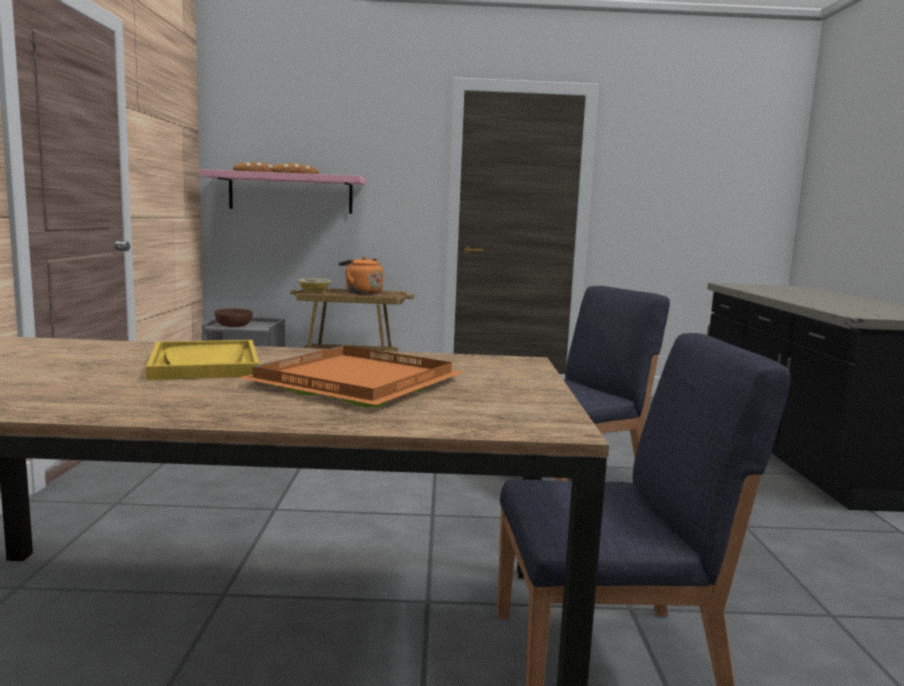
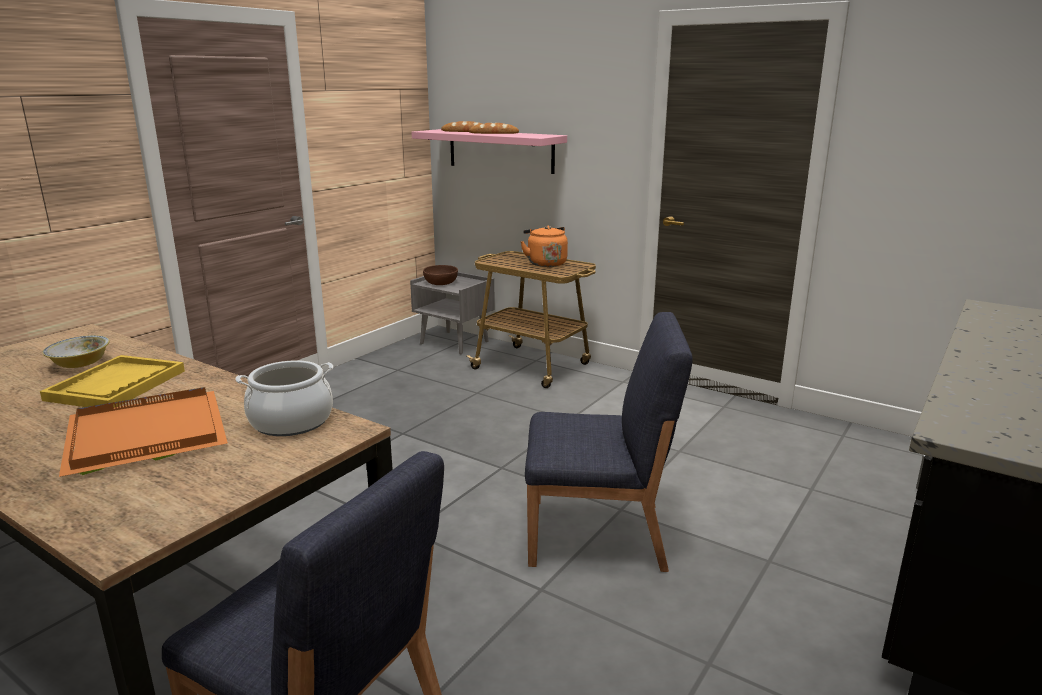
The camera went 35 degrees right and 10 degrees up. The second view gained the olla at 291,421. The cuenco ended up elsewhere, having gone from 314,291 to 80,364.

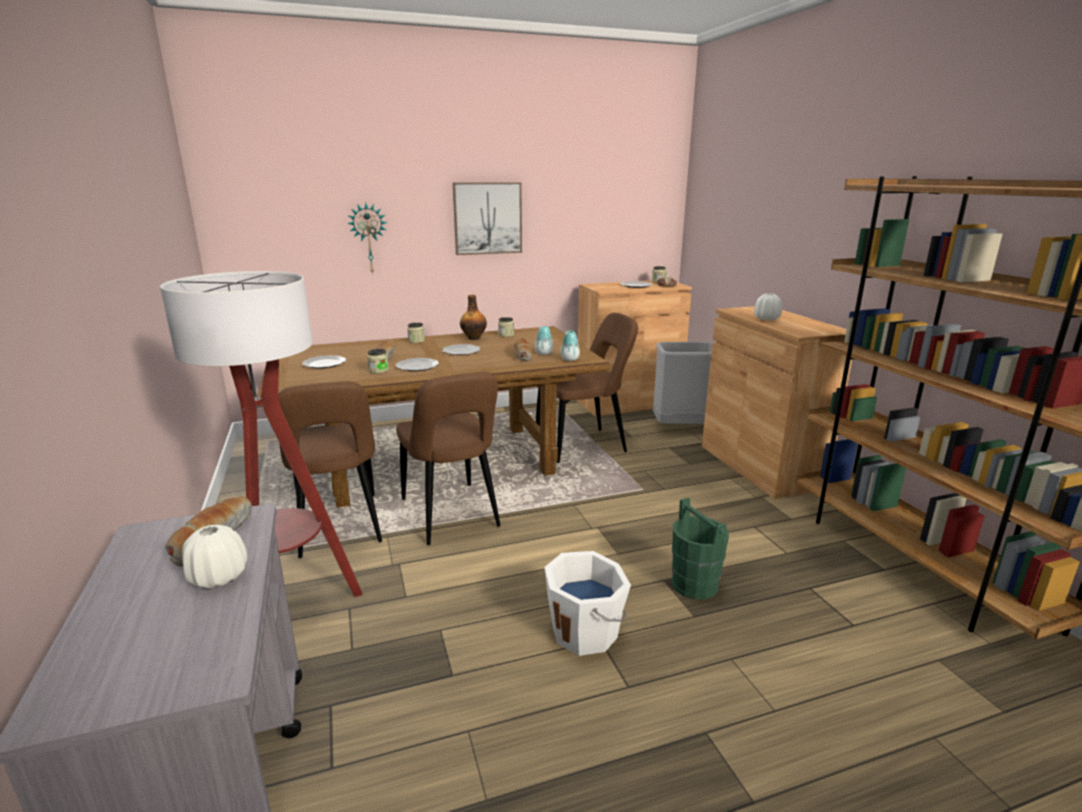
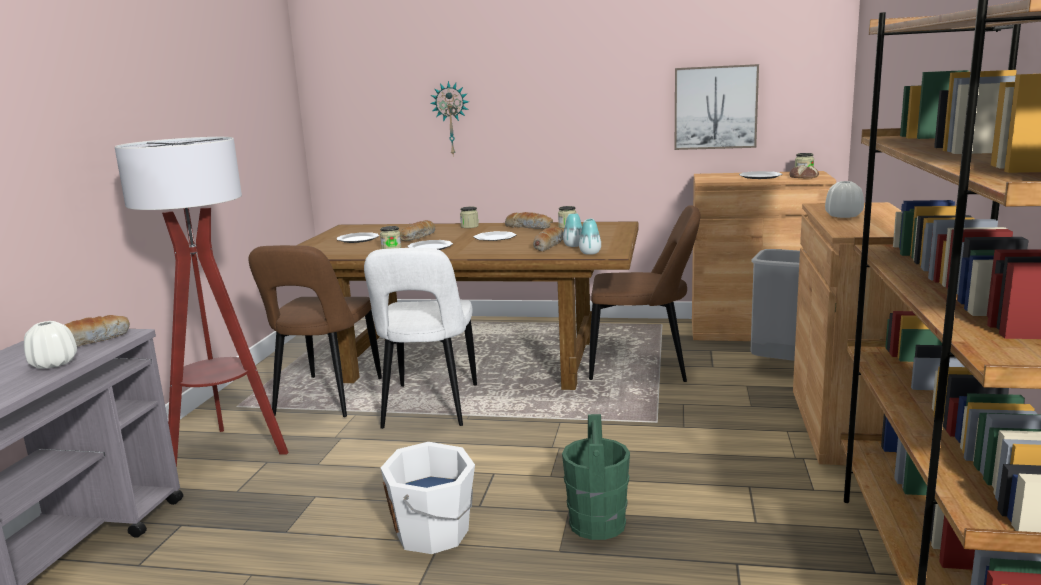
The camera went 30 degrees right and 5 degrees down. The cuadro ended up elsewhere, having gone from 487,218 to 715,107. Where the botella stood at 474,338, the pan came to stand at 529,227. What was the silla (marrón) at 451,515 turned into the silla (blanco) at 429,408.

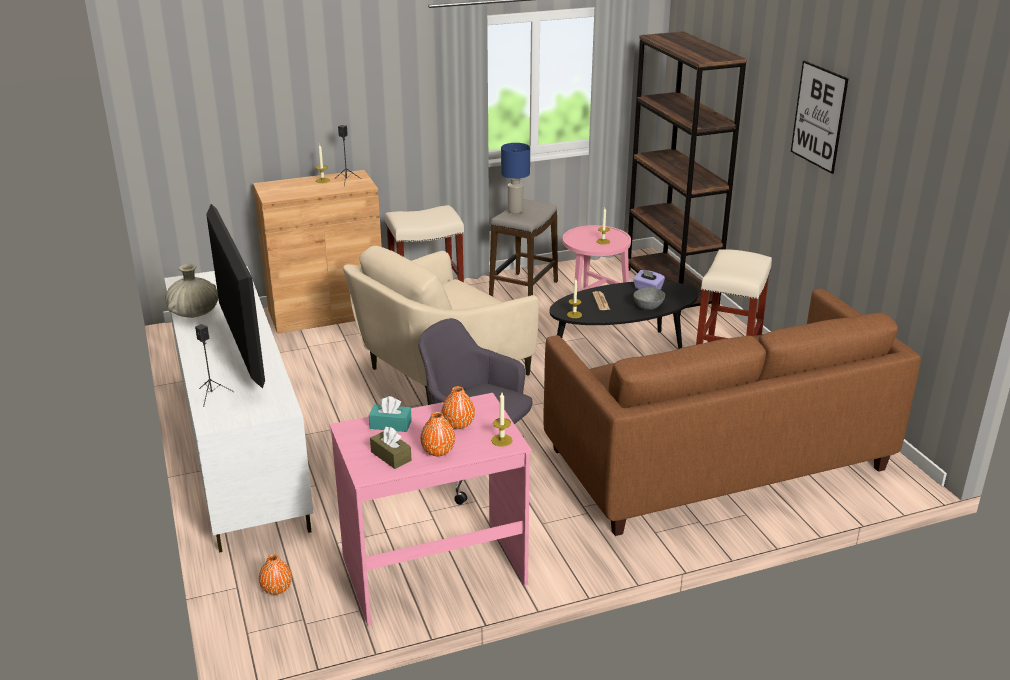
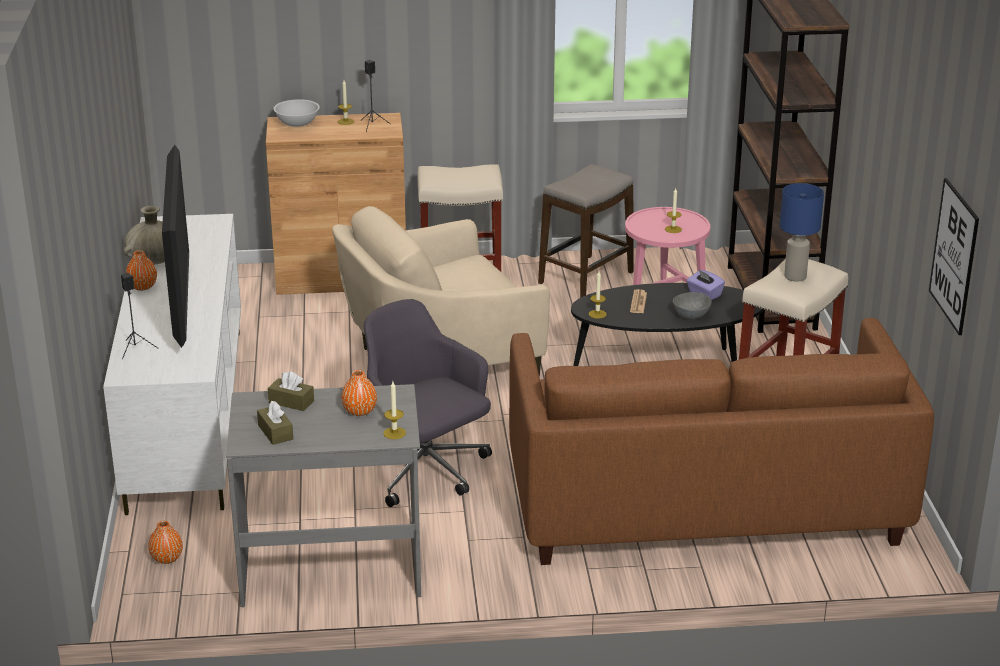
The camera went 15 degrees right and 0 degrees up. The second view gained the cuenco (blanco) at 297,123. The florero (naranja) ended up elsewhere, having gone from 438,451 to 142,287. The lámpara de mesa (azul) ended up elsewhere, having gone from 515,210 to 795,276. The cuadro ended up elsewhere, having gone from 819,116 to 954,256. What was the escritorio (rosa) at 433,569 turned into the escritorio (gris) at 331,566. What was the caja de pañuelos (turquesa) at 390,425 turned into the caja de pañuelos (marrón) at 291,402.

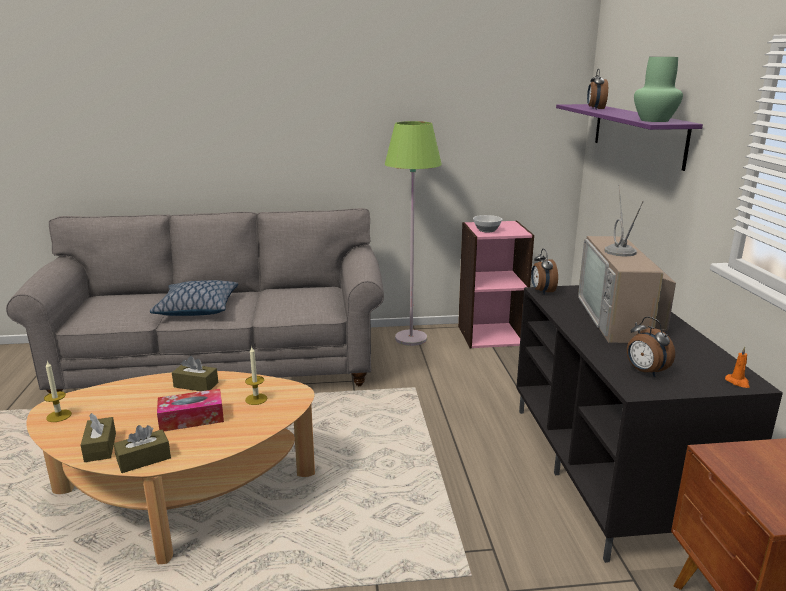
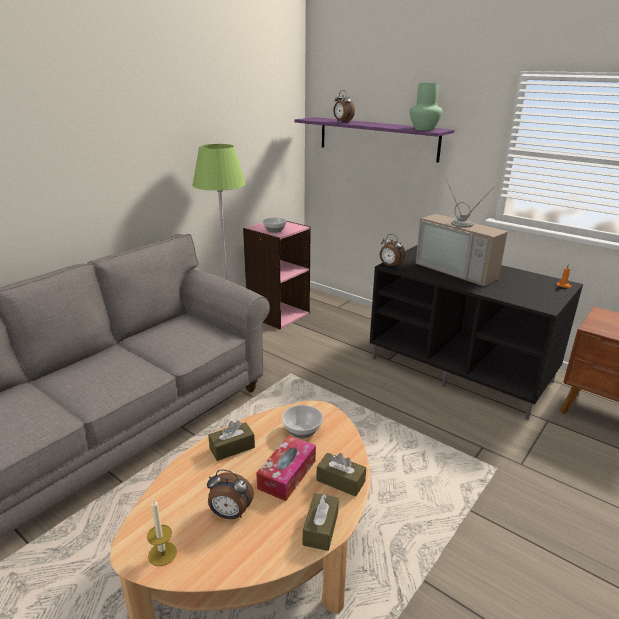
The camera went 45 degrees left and 5 degrees up. The second view lost the cojín at 197,308. The caja de pañuelos (marrón) ended up elsewhere, having gone from 100,447 to 340,481. The despertador ended up elsewhere, having gone from 645,372 to 230,514. Where the vela stood at 256,399, the cuenco came to stand at 301,430.

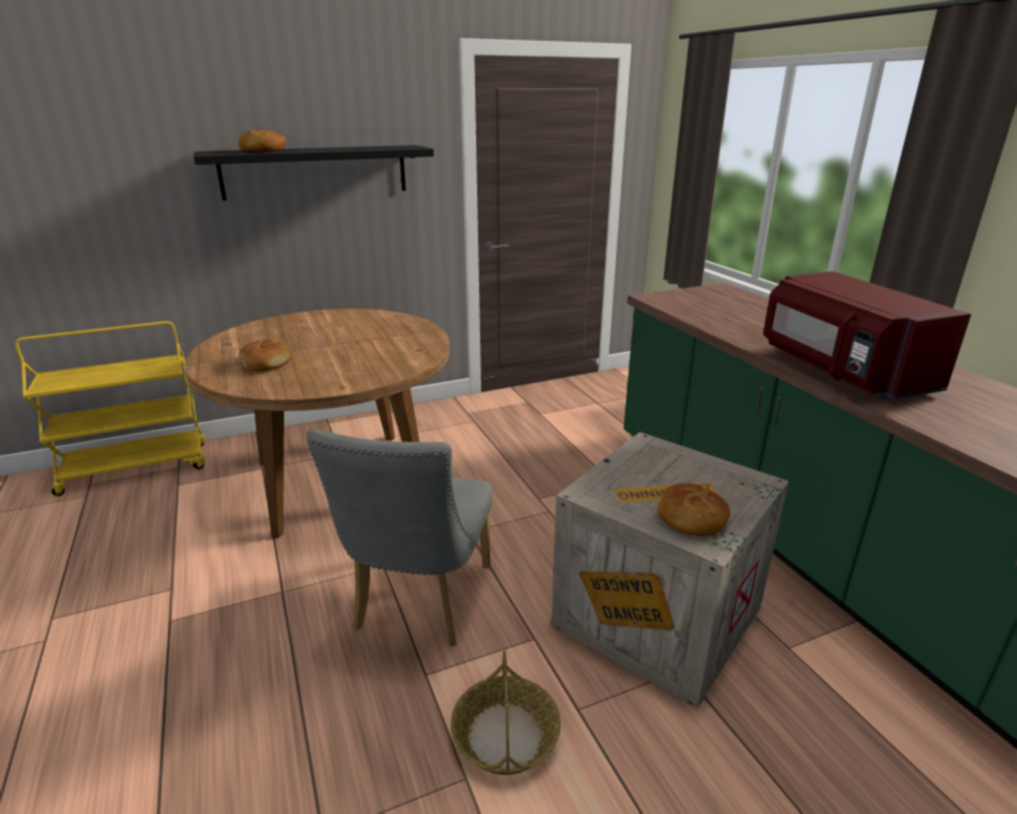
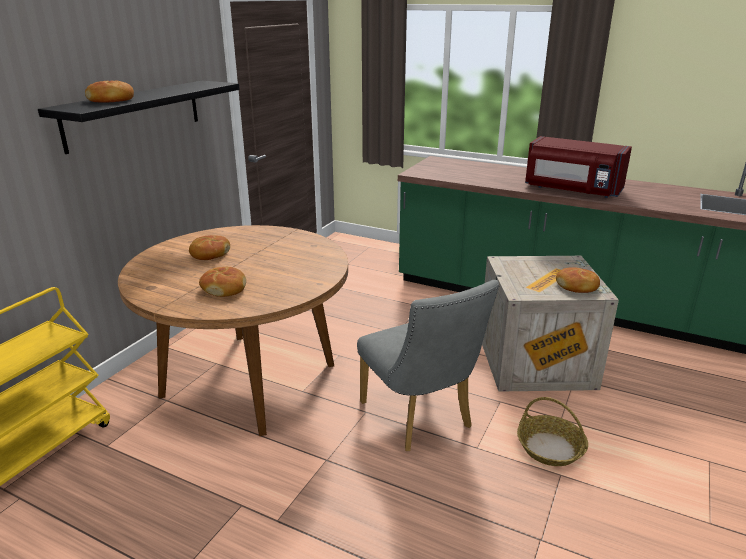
The camera went 40 degrees left and 0 degrees up. The second view gained the pan at 210,254.

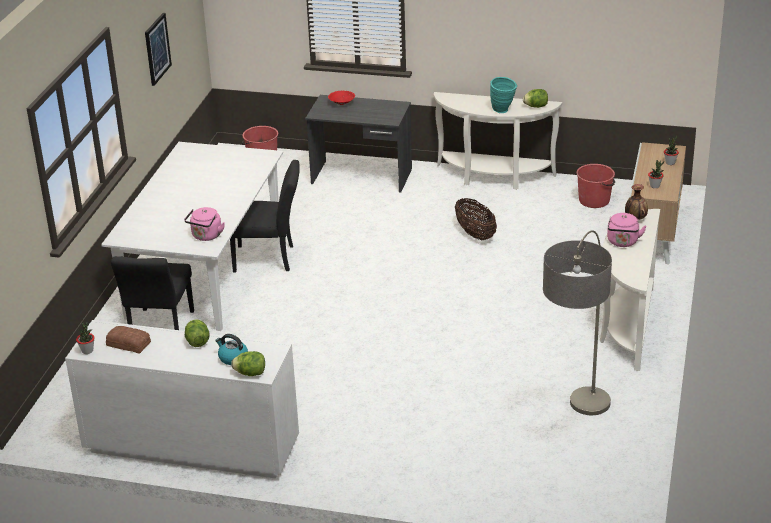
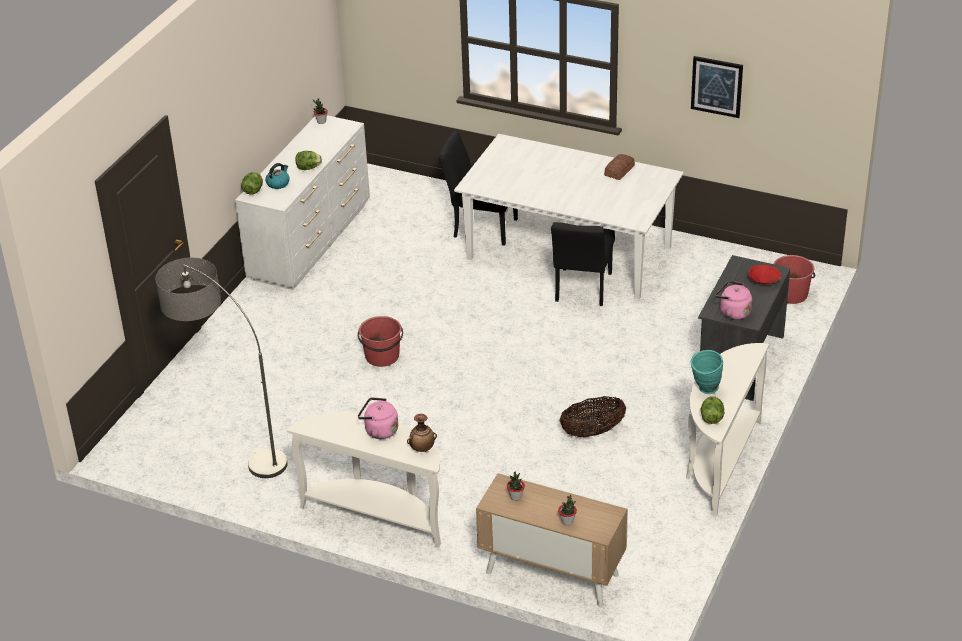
The camera went 100 degrees right and 5 degrees up. The pan ended up elsewhere, having gone from 128,343 to 620,170. The hervidor (rosa) ended up elsewhere, having gone from 206,236 to 733,312. The cubo (rojo) ended up elsewhere, having gone from 594,200 to 382,357.

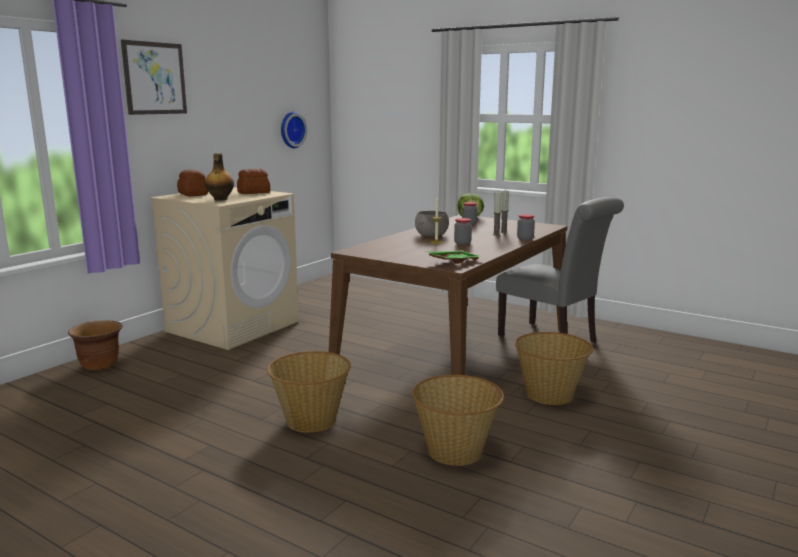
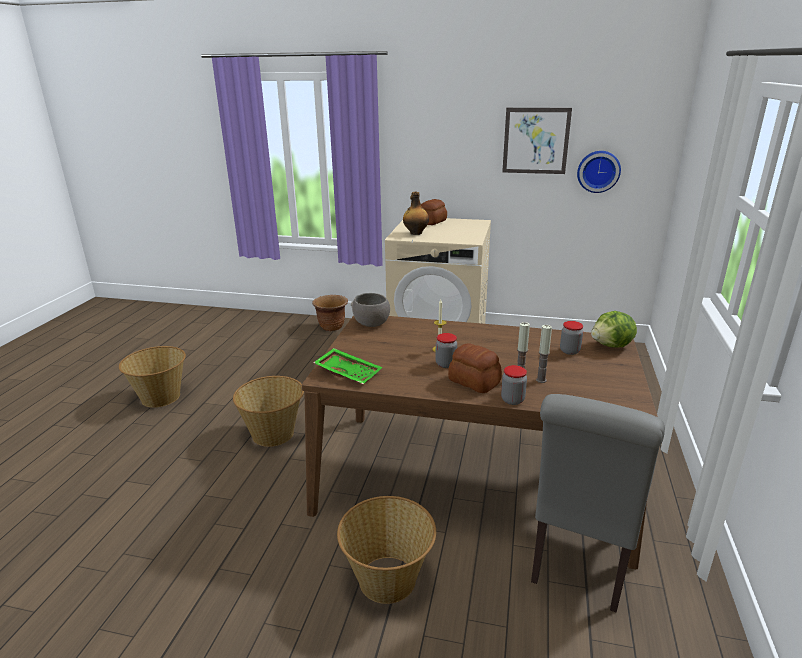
The camera went 70 degrees right and 10 degrees up. The cuadro ended up elsewhere, having gone from 155,78 to 536,141. The pan ended up elsewhere, having gone from 254,192 to 474,382. The cesta ended up elsewhere, having gone from 456,451 to 161,398. The cuenco (gris) ended up elsewhere, having gone from 431,235 to 371,323.

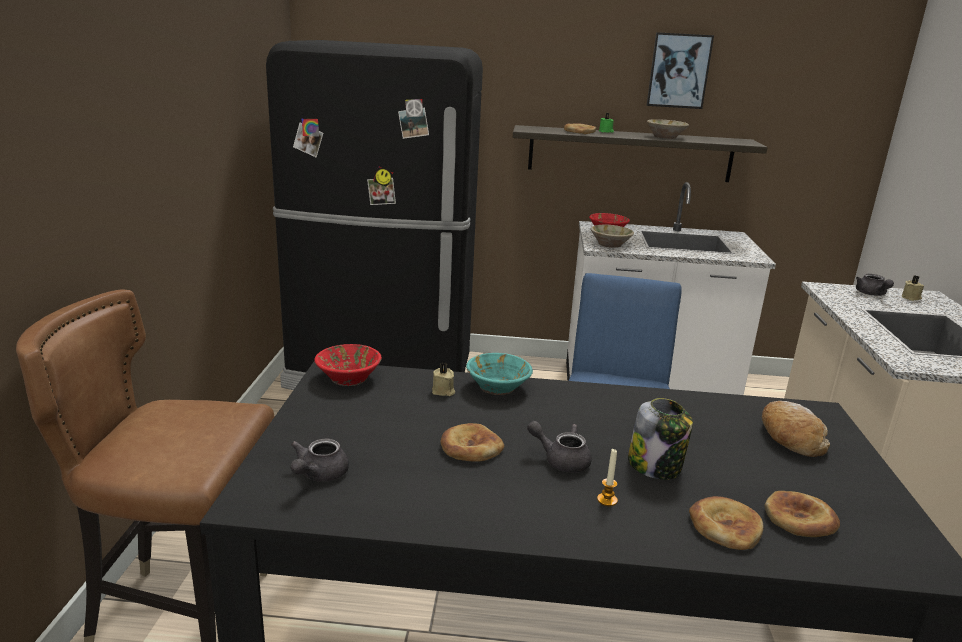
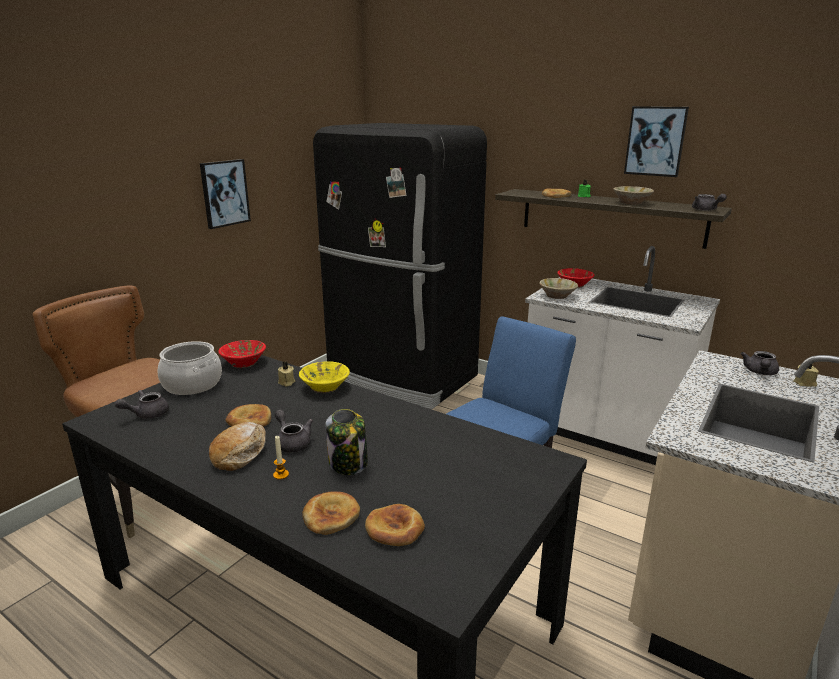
The camera went 30 degrees right and 0 degrees up. The second view gained the olla at 192,384. The second view gained the cuadro at 224,193. The second view gained the tetera (gris) at 706,210. The pan ended up elsewhere, having gone from 790,438 to 240,453. What was the cuenco (turquesa) at 498,387 turned into the cuenco (amarillo) at 325,387.

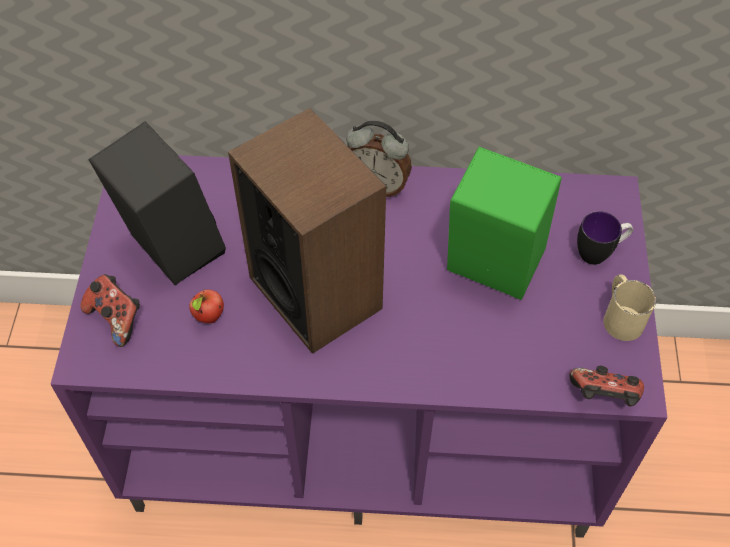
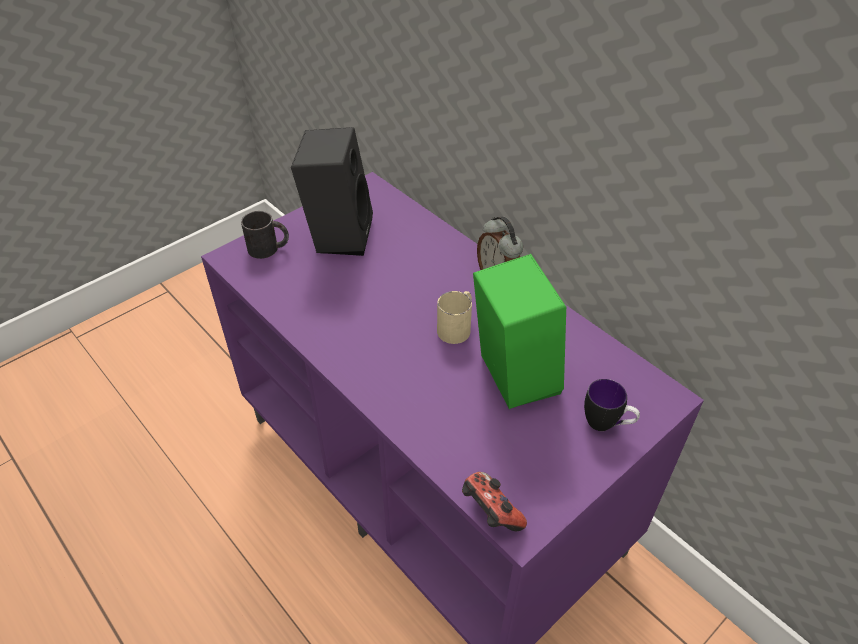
The camera went 45 degrees right and 10 degrees down. The second view lost the manzana at 209,318. The second view lost the altavoz at 316,292. The taza grande (beis) ended up elsewhere, having gone from 620,315 to 457,326. Where the mando de consola stood at 116,318, the taza grande (negro) came to stand at 269,248.

